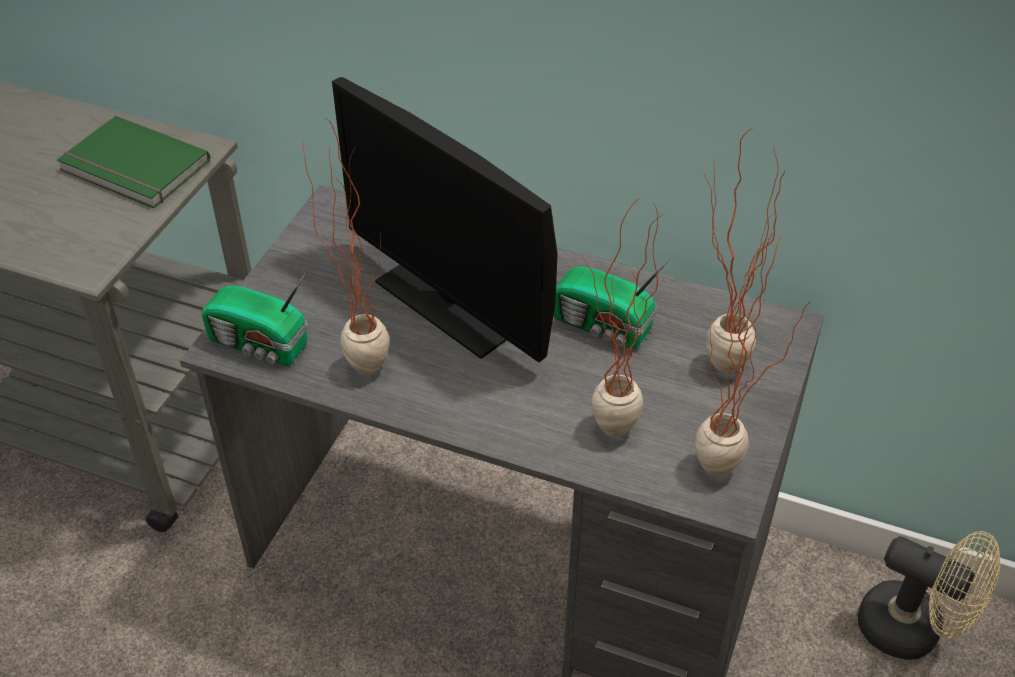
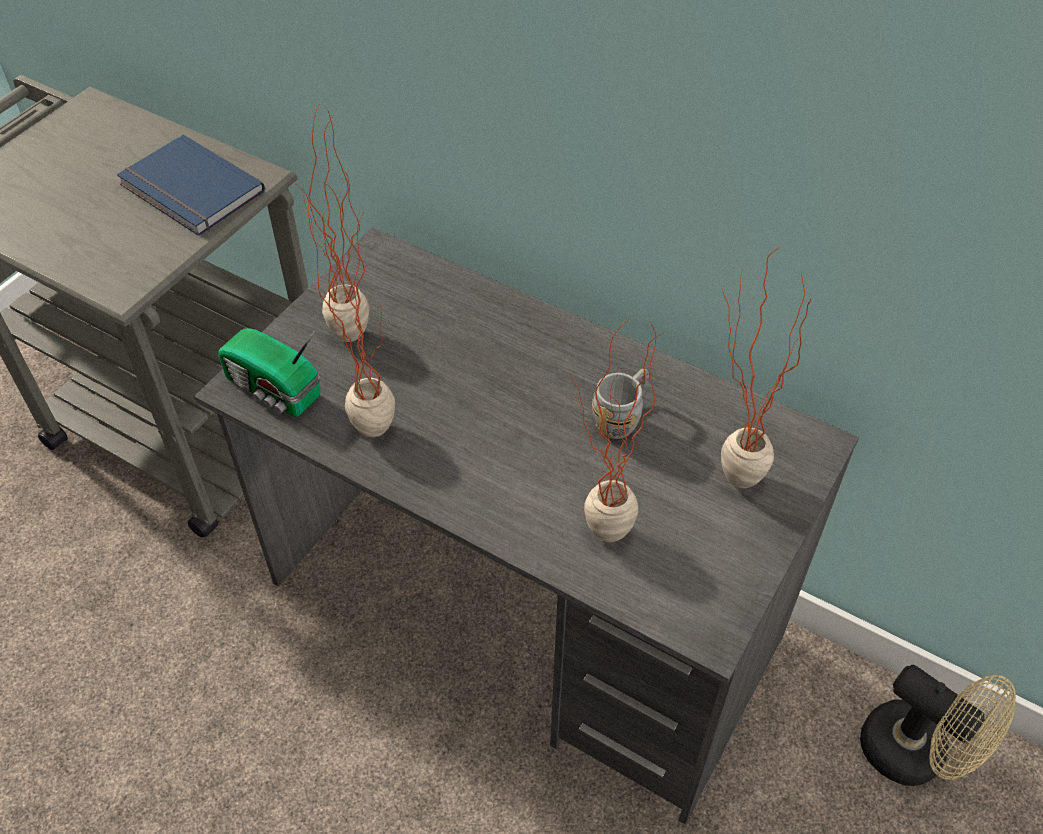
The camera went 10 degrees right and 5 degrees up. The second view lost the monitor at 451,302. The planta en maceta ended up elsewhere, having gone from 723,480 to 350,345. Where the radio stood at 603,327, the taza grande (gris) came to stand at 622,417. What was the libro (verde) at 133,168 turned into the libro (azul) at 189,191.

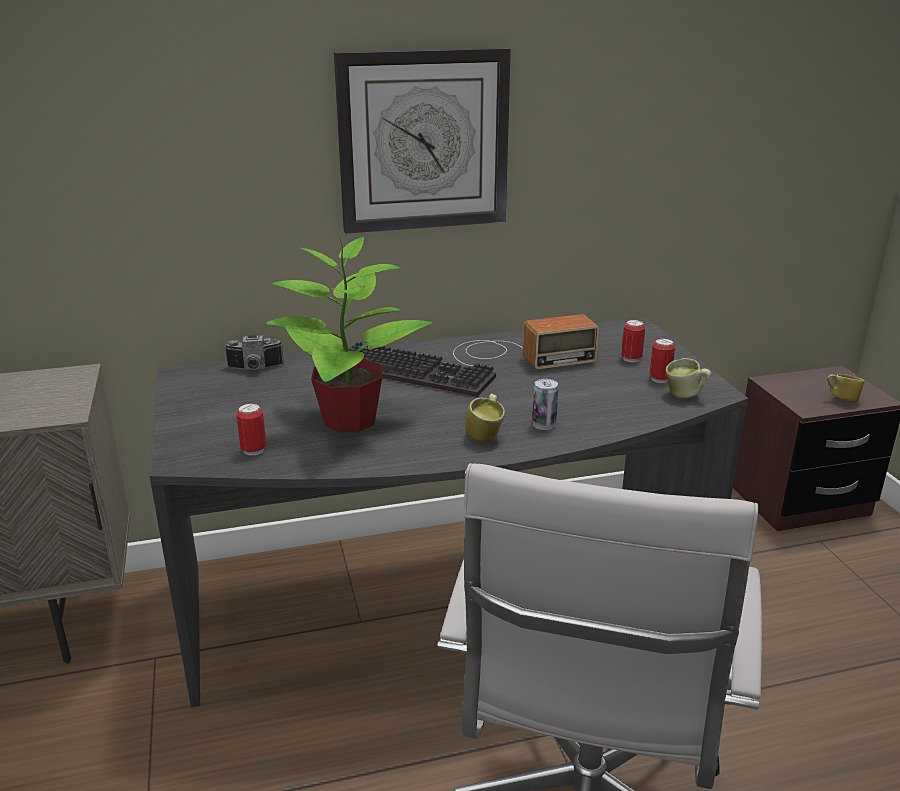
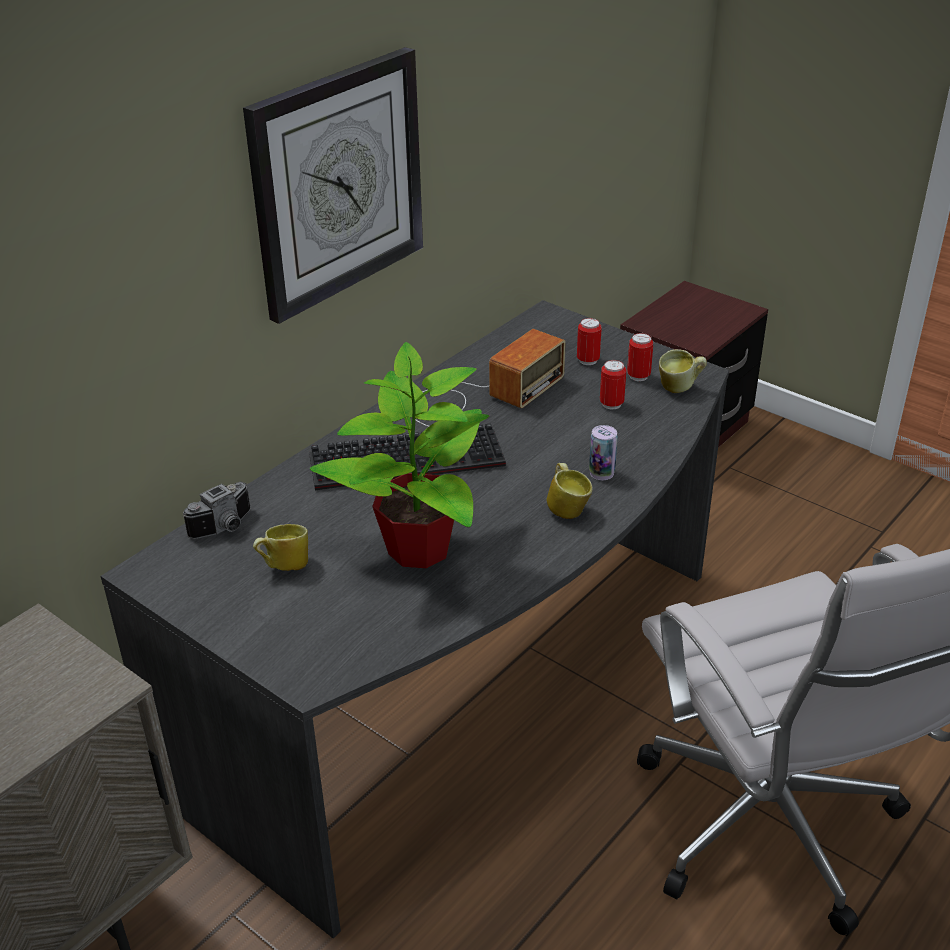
The camera went 35 degrees left and 10 degrees up. The lata ended up elsewhere, having gone from 253,450 to 611,404. The taza grande ended up elsewhere, having gone from 841,400 to 284,566.

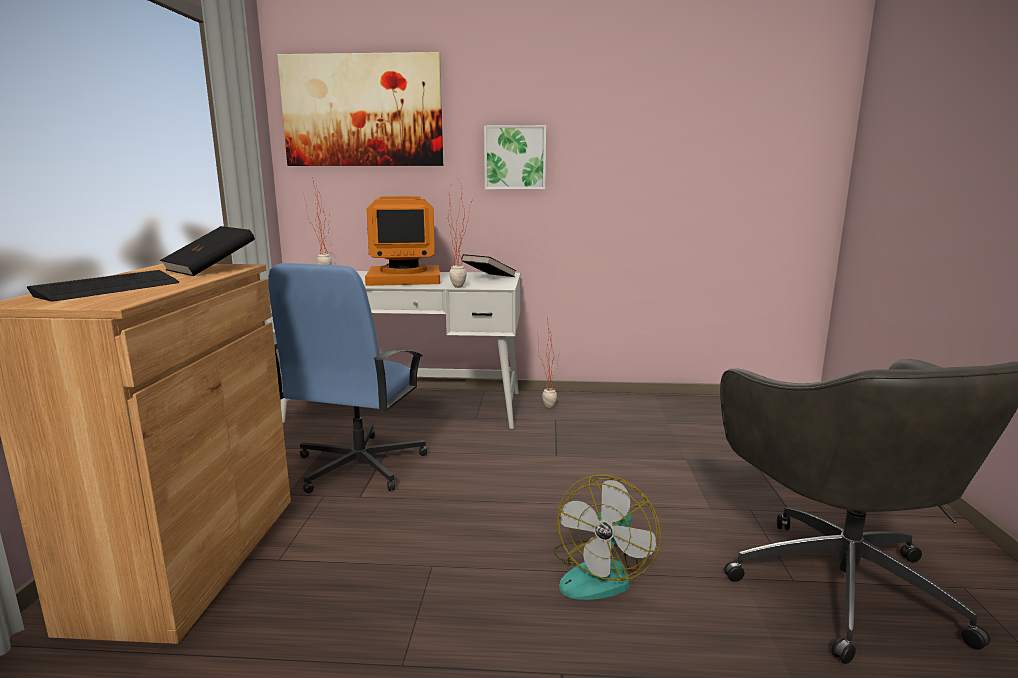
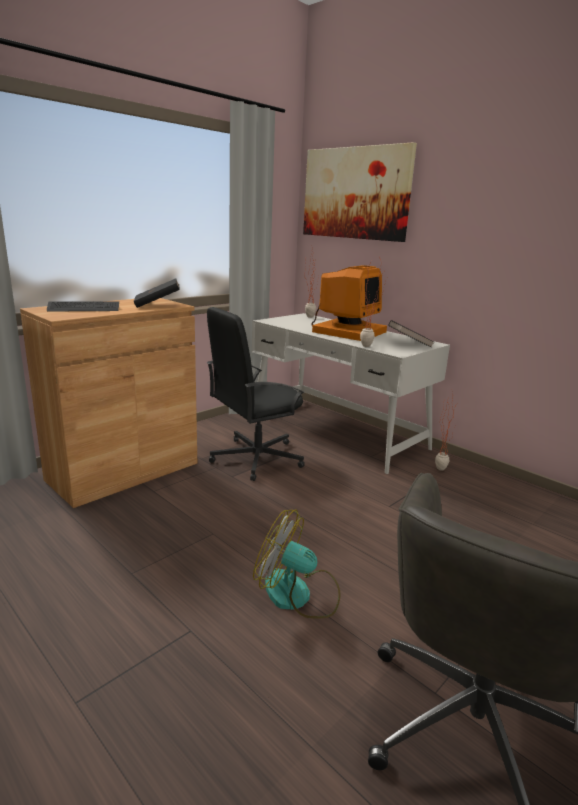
The camera went 40 degrees right and 5 degrees up. The second view lost the cuadro at 515,157. What was the silla de oficina (azul) at 358,466 turned into the silla de oficina (negro) at 255,458. The monitor at 404,278 ended up facing another way, 90 degrees counterclockwise from before. The ventilador at 601,572 ended up facing another way, 45 degrees clockwise from before.

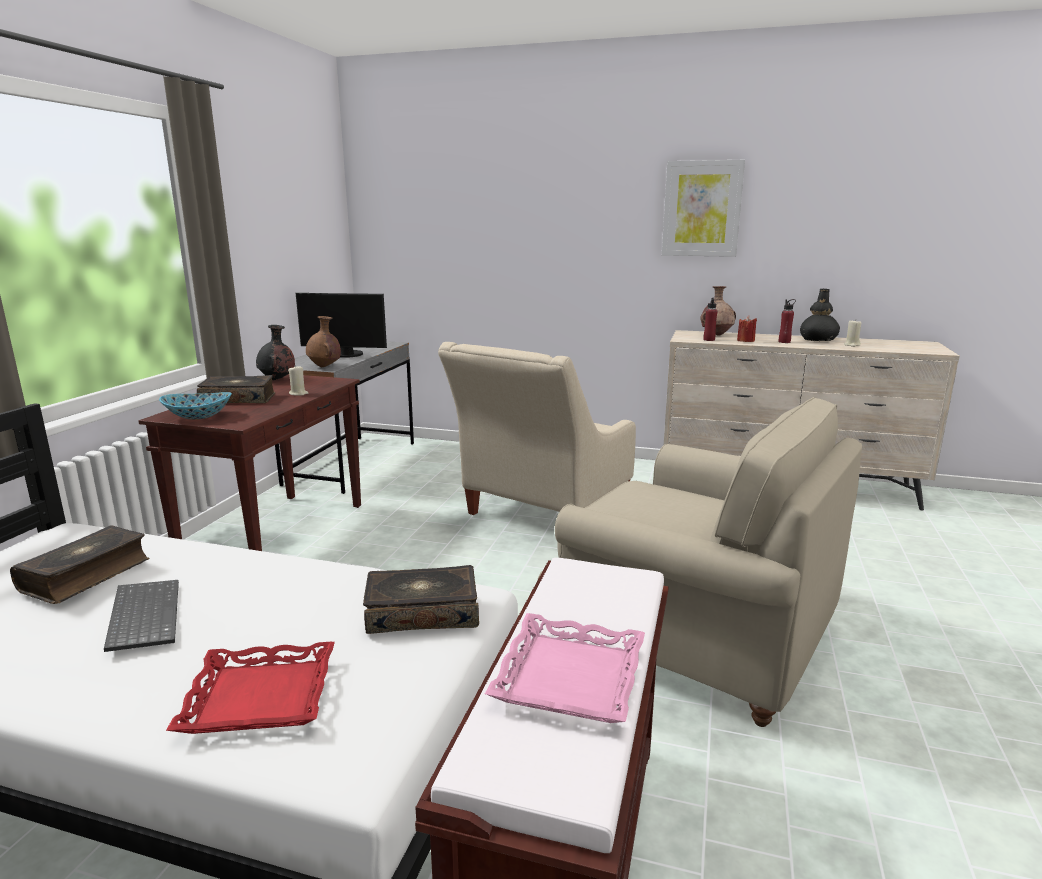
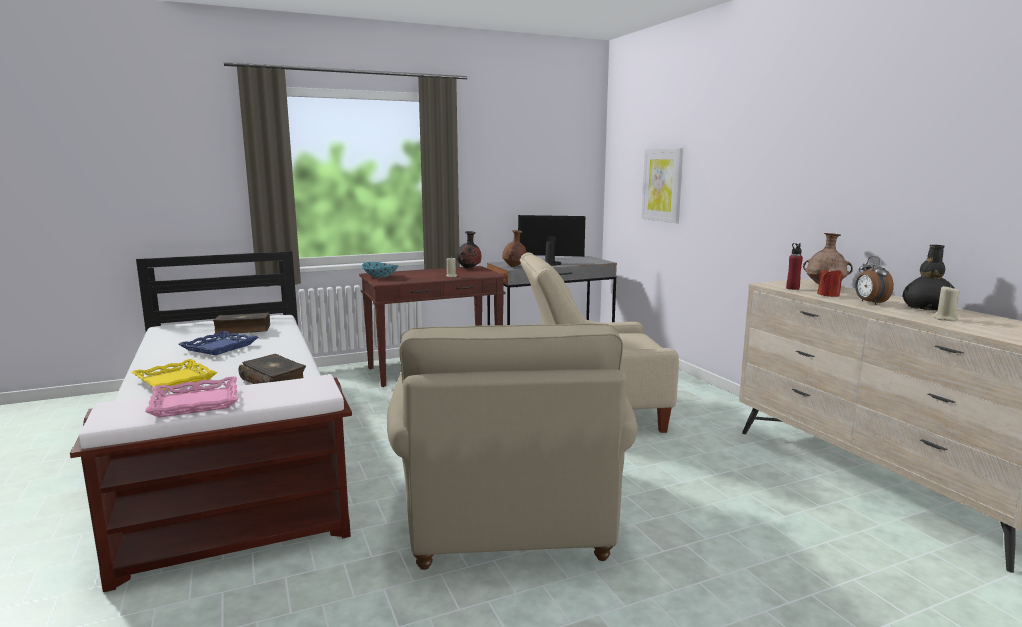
The camera went 50 degrees right and 5 degrees down. The second view lost the libro at 238,399. The cuadro ended up elsewhere, having gone from 702,209 to 662,185. Where the teclado stood at 142,616, the bandeja (azul) came to stand at 219,347. Where the botella (rojo) stood at 784,342, the despertador came to stand at 869,302. What was the bandeja (rojo) at 259,697 turned into the bandeja (amarillo) at 174,380. The monitor at 346,355 ended up facing another way, 135 degrees clockwise from before.

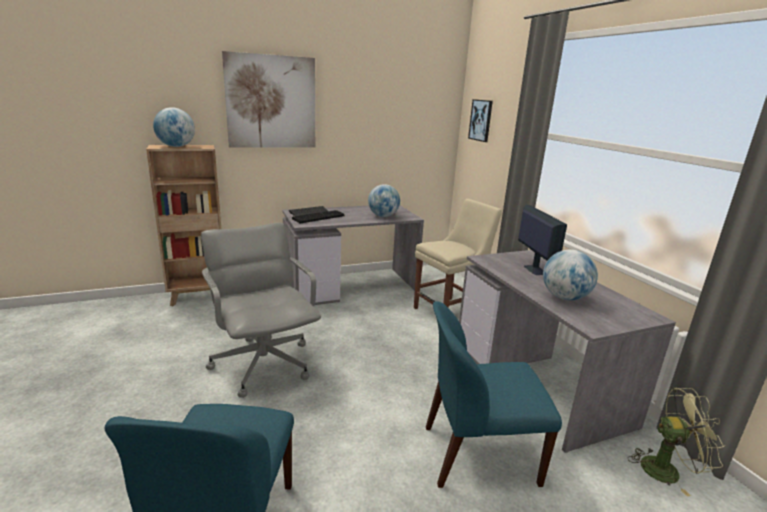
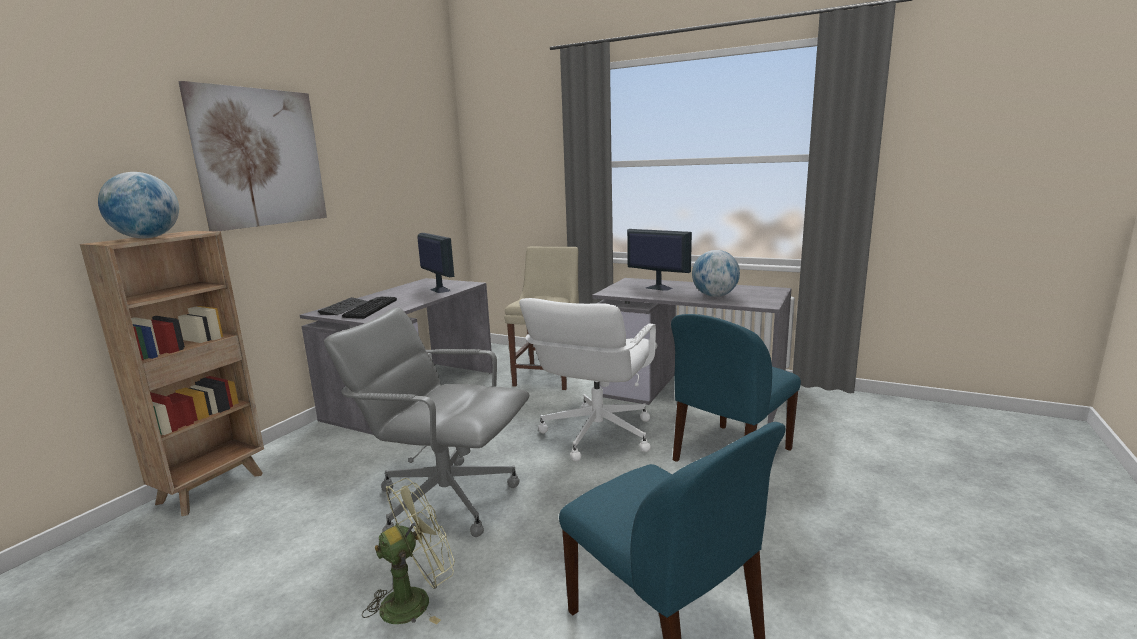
The camera went 40 degrees left and 5 degrees down. The second view lost the cuadro at 481,120. The second view gained the silla de oficina (blanco) at 596,434. The ventilador (verde) ended up elsewhere, having gone from 667,470 to 415,599. Where the globo terráqueo stood at 383,216, the monitor came to stand at 439,290.

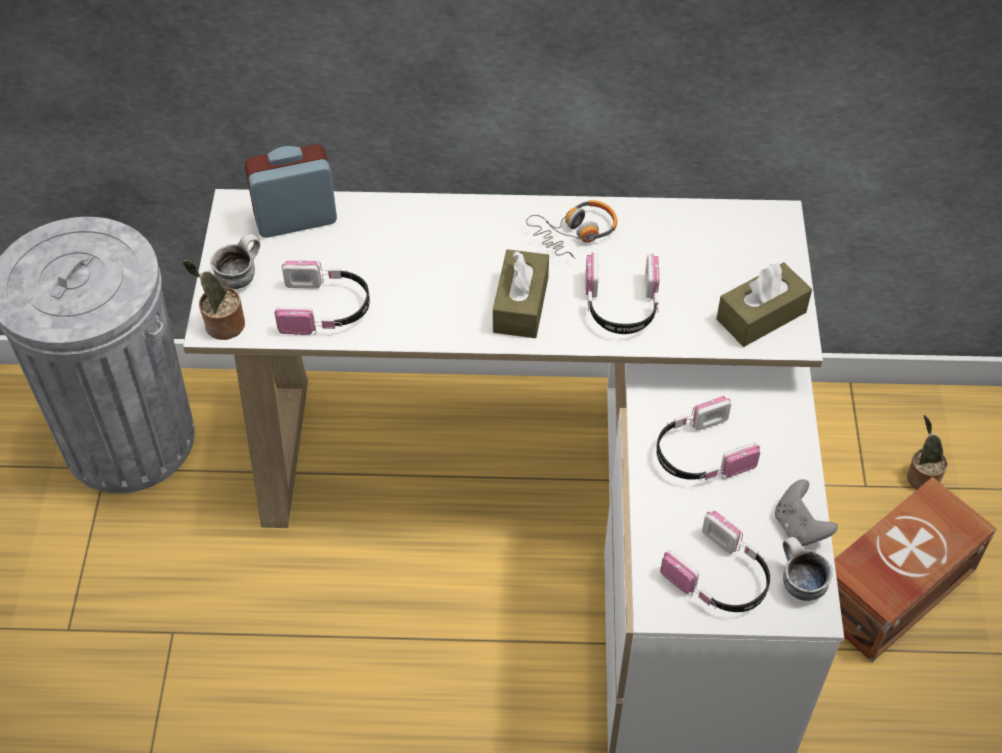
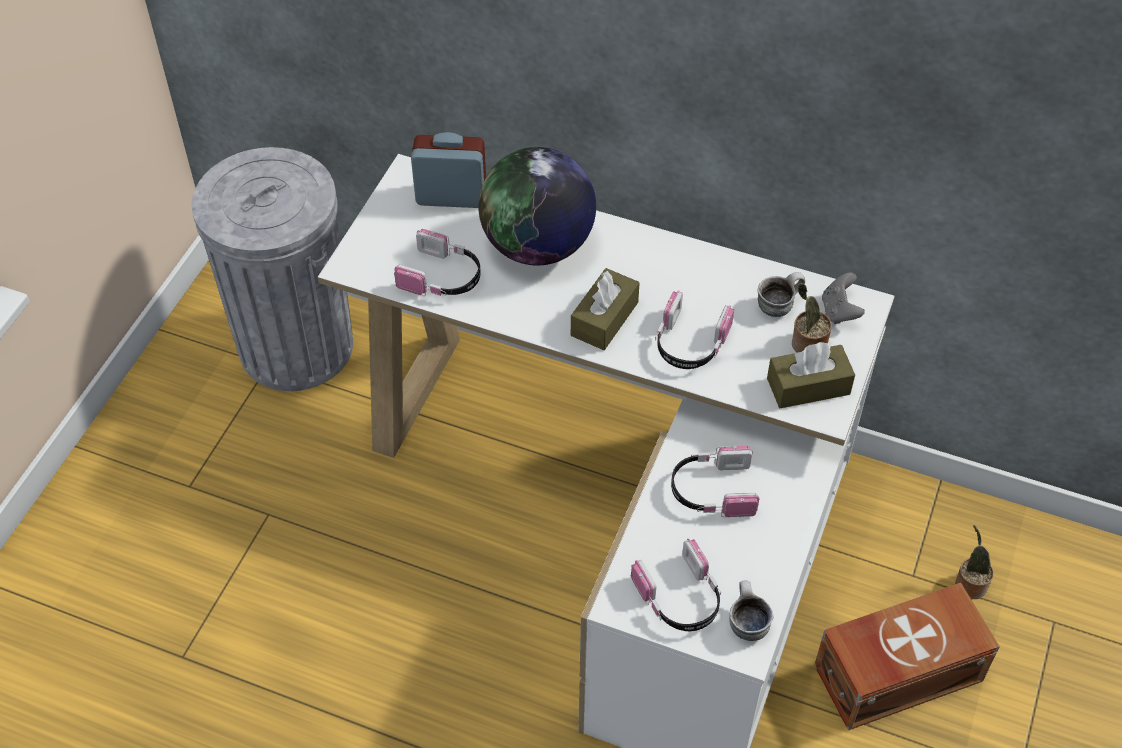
The camera went 20 degrees right and 0 degrees up. The second view lost the auriculares at 575,233. The second view gained the globo terráqueo at 538,246. The planta en maceta ended up elsewhere, having gone from 222,326 to 806,344. The taza grande ended up elsewhere, having gone from 240,275 to 778,305. The mando de consola (gris) ended up elsewhere, having gone from 799,527 to 839,311.

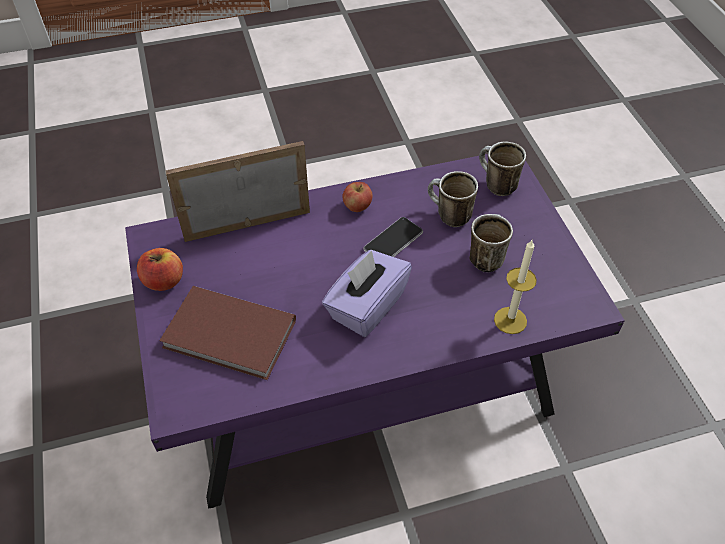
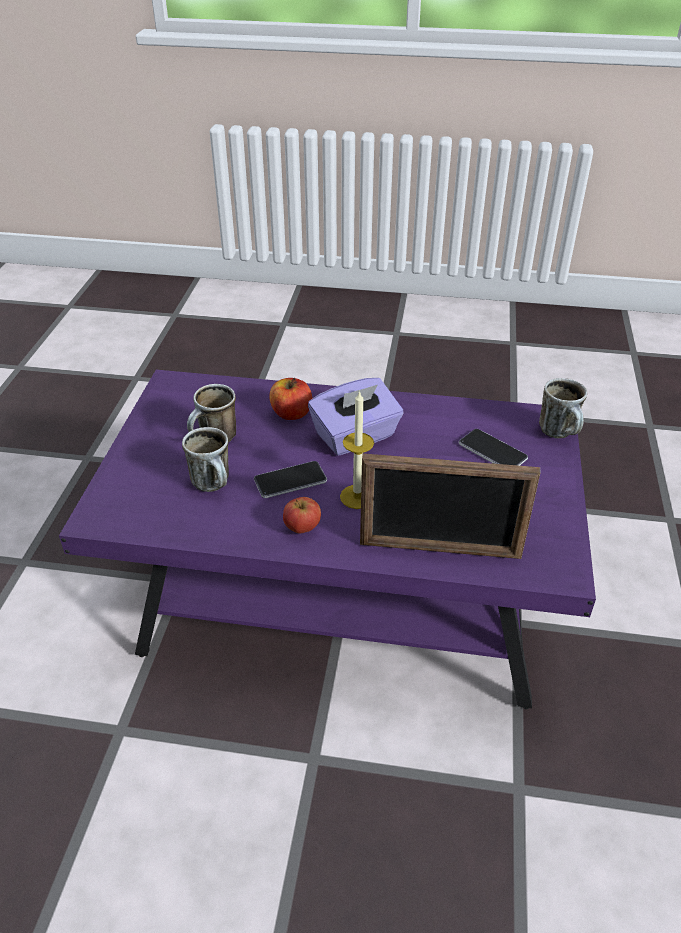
The camera went 155 degrees left and 10 degrees down. The manzana ended up elsewhere, having gone from 164,281 to 291,413. The taza grande ended up elsewhere, having gone from 495,185 to 561,434. The vela ended up elsewhere, having gone from 510,320 to 357,497. Where the libro (marrón) stood at 230,337, the móvil came to stand at 492,451.

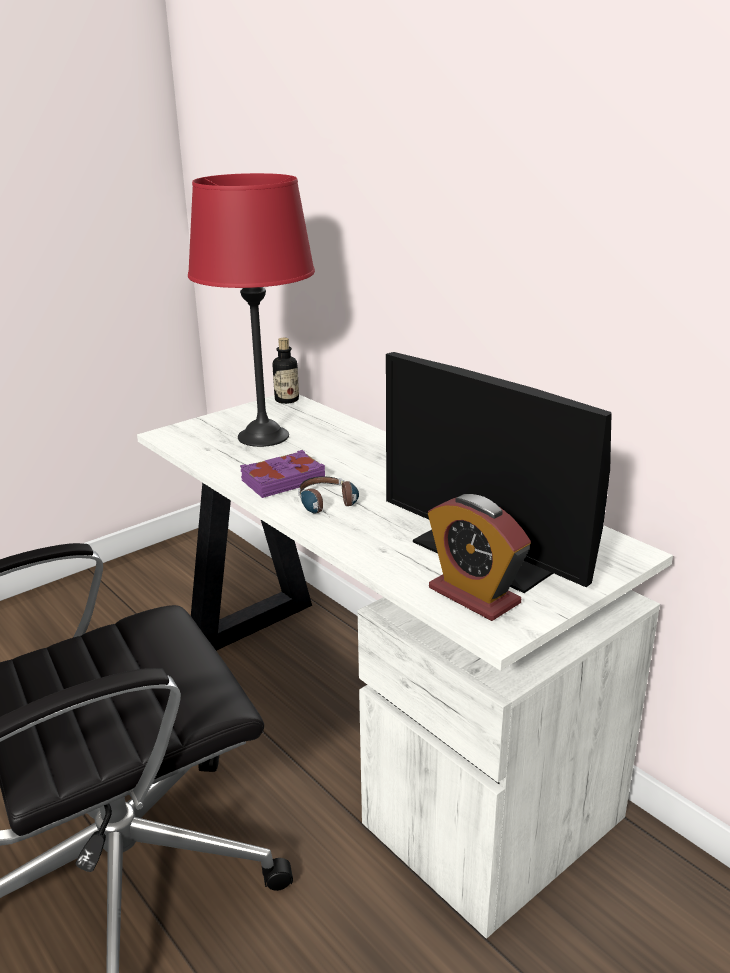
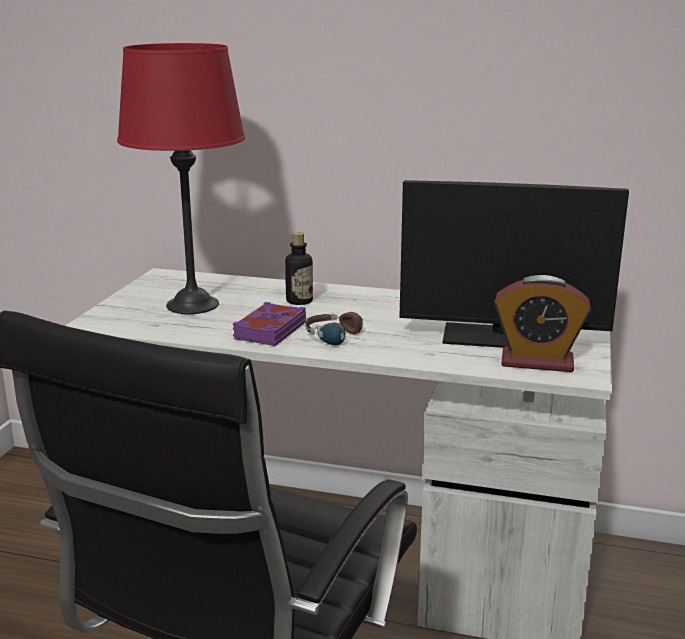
The camera went 35 degrees left and 5 degrees down. The botella ended up elsewhere, having gone from 286,400 to 299,301.

